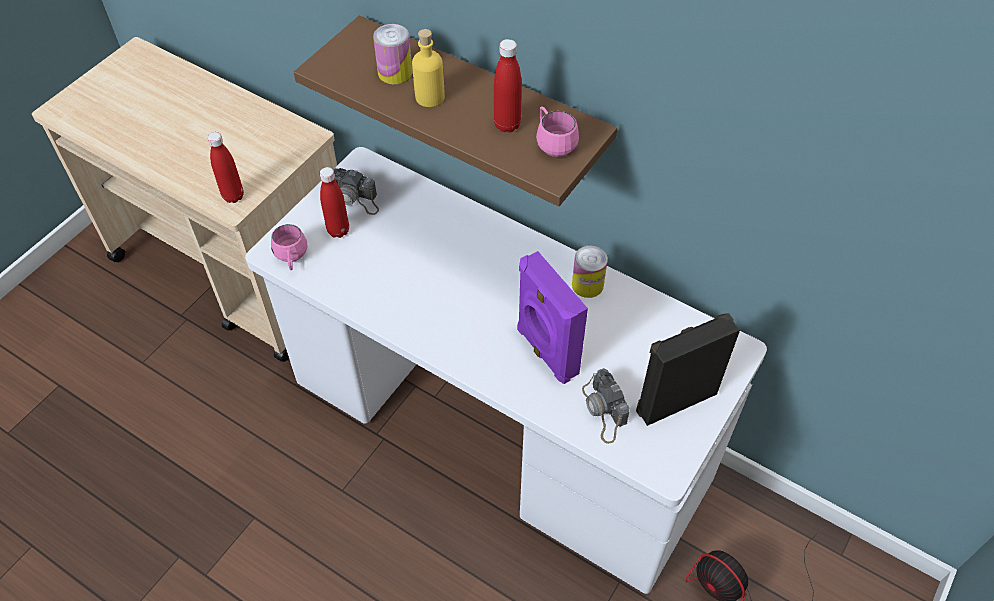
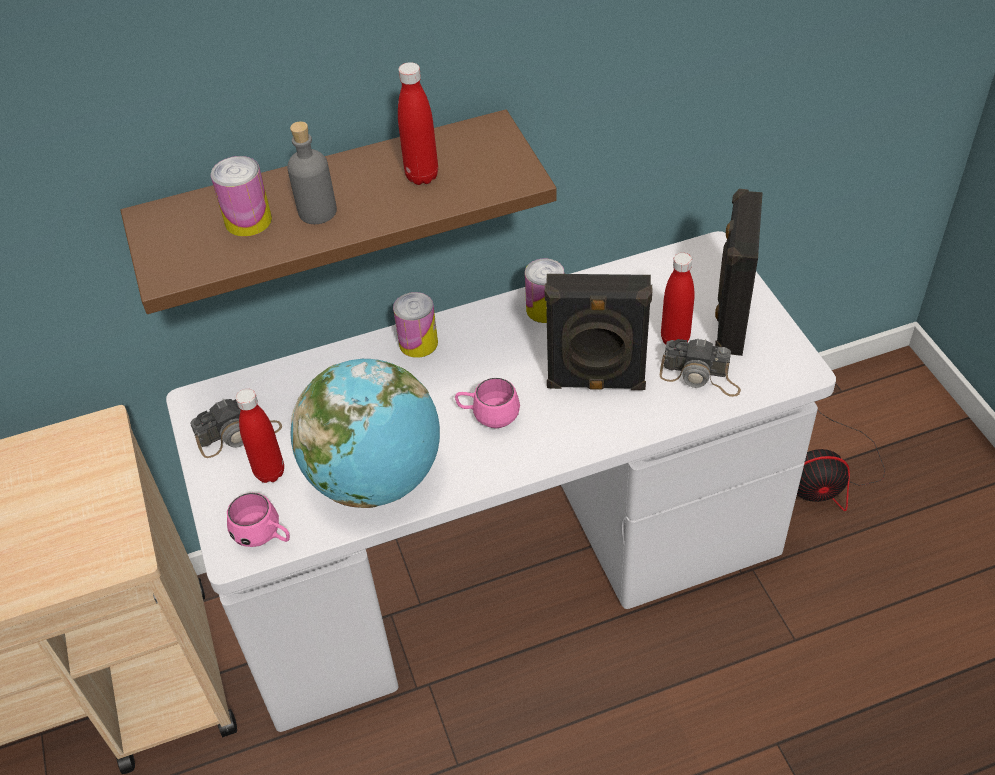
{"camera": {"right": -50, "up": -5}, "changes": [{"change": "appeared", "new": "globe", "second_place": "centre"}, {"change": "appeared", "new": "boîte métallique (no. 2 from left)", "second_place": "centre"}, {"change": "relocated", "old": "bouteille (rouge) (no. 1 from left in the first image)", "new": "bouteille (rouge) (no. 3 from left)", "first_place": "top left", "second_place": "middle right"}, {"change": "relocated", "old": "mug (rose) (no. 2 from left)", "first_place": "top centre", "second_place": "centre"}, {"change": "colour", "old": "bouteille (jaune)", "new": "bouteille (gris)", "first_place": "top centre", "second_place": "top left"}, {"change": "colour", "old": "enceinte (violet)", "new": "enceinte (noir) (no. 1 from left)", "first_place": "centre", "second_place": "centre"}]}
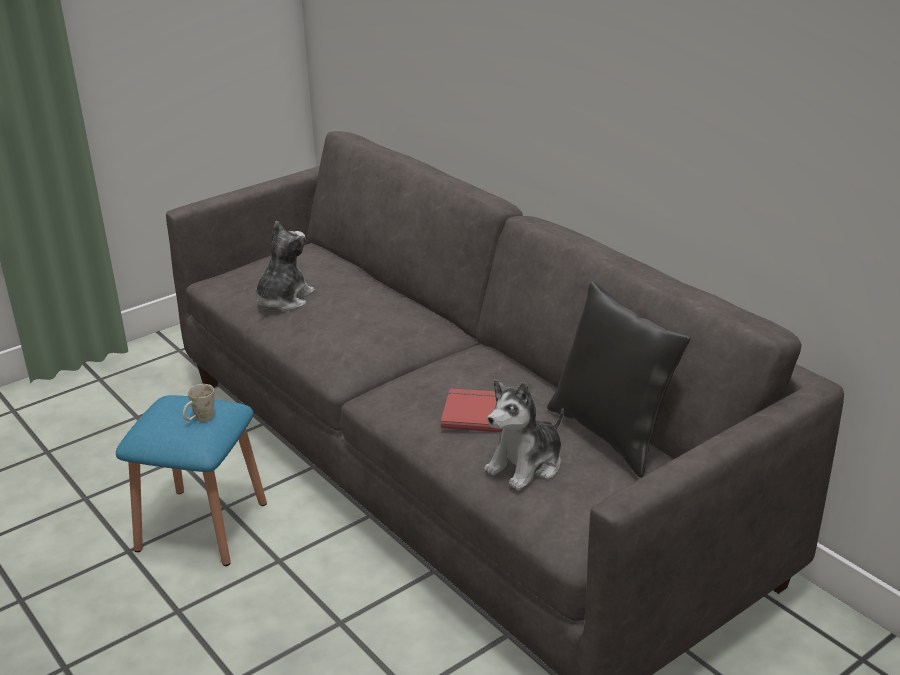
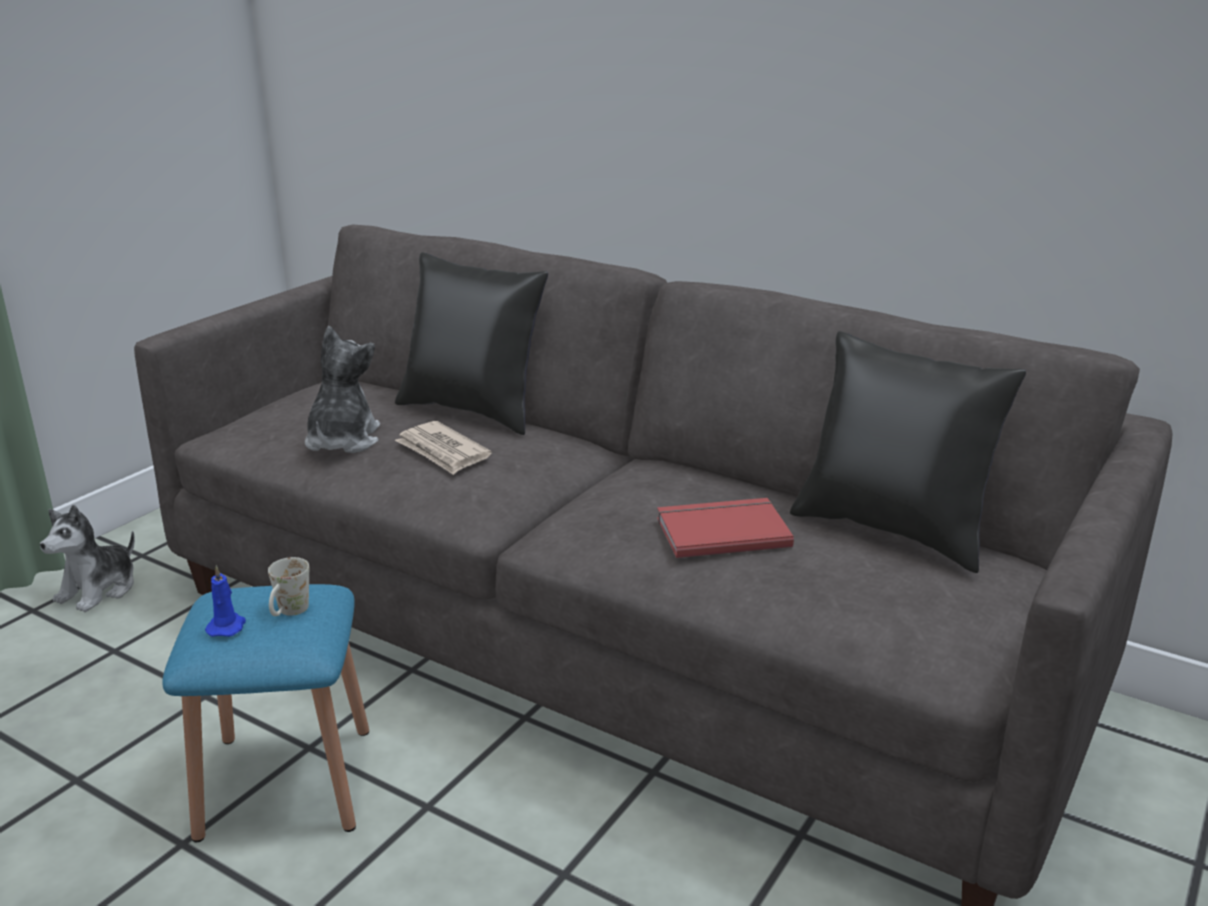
{"camera": {"right": -20, "up": -5}, "changes": [{"change": "appeared", "new": "bougie (bleu)", "second_place": "middle left"}, {"change": "appeared", "new": "coussin (noir) (no. 1 from left)", "second_place": "centre"}, {"change": "appeared", "new": "journal", "second_place": "centre"}, {"change": "relocated", "old": "peluche (no. 2 from left in the first image)", "new": "peluche (no. 1 from left)", "first_place": "centre", "second_place": "middle left"}]}
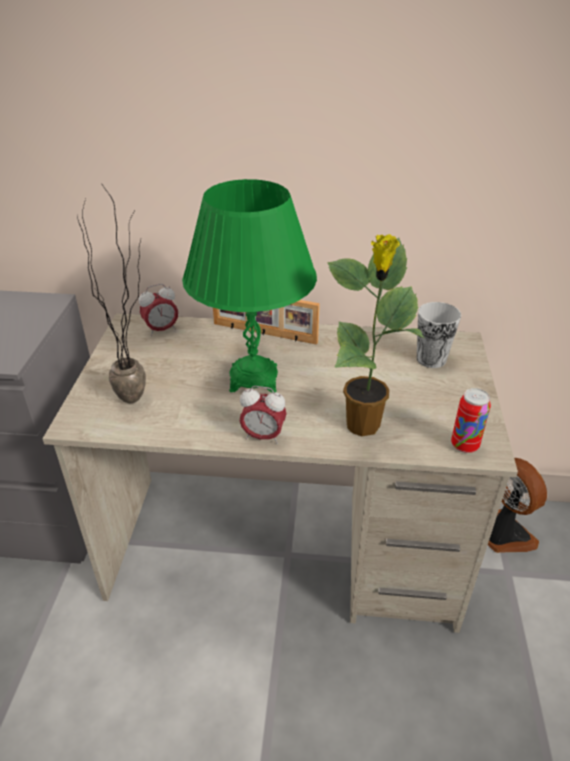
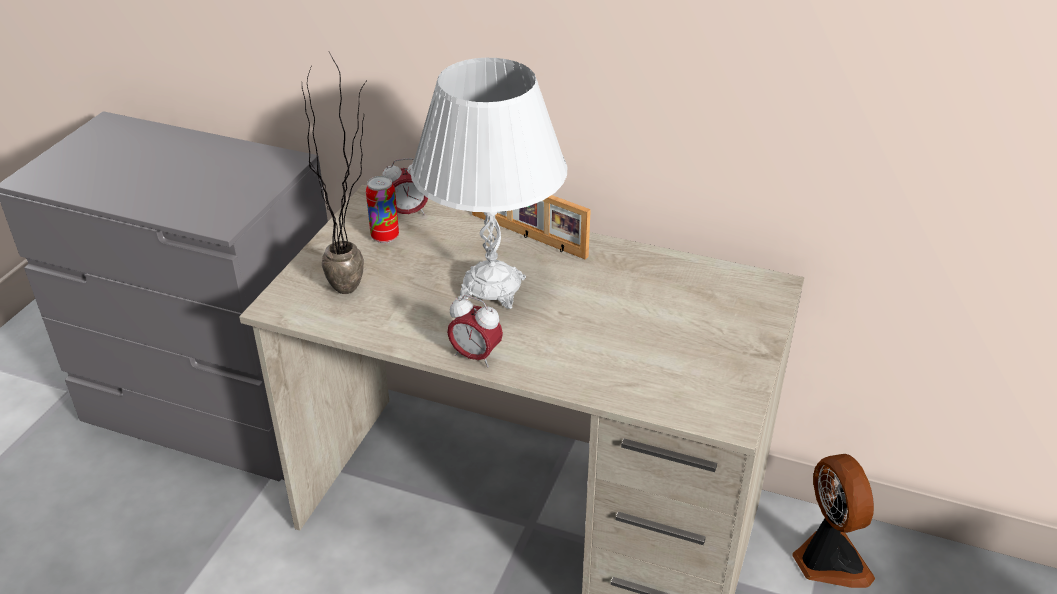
{"camera": {"right": 15, "up": 0}, "changes": [{"change": "missing", "old": "plante en pot (no. 2 from left)", "first_place": "centre"}, {"change": "missing", "old": "tasse", "first_place": "middle right"}, {"change": "relocated", "old": "boîte métallique", "first_place": "middle right", "second_place": "centre"}, {"change": "colour", "old": "lampe de table (vert)", "new": "lampe de table (blanc)", "first_place": "centre", "second_place": "top centre"}]}
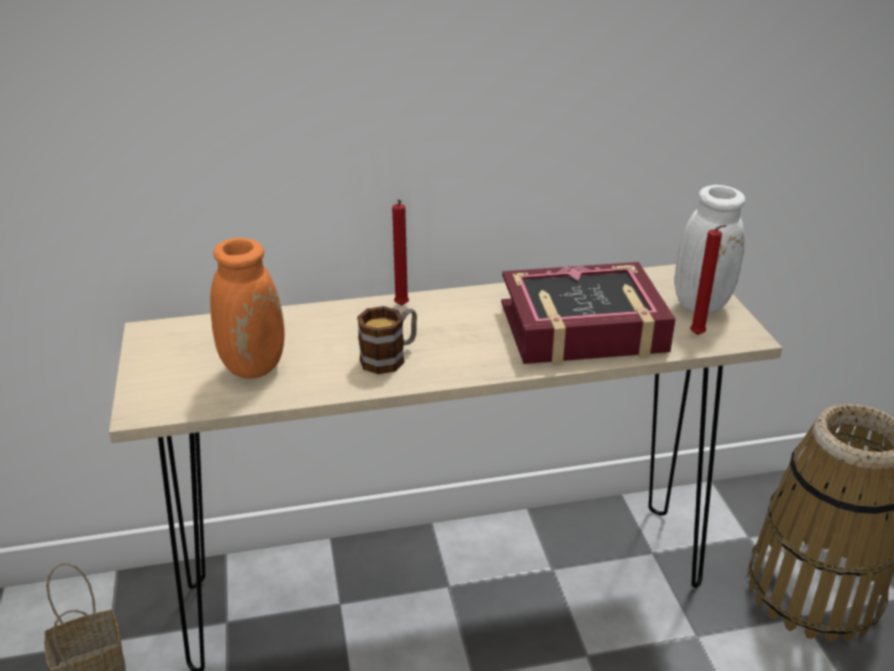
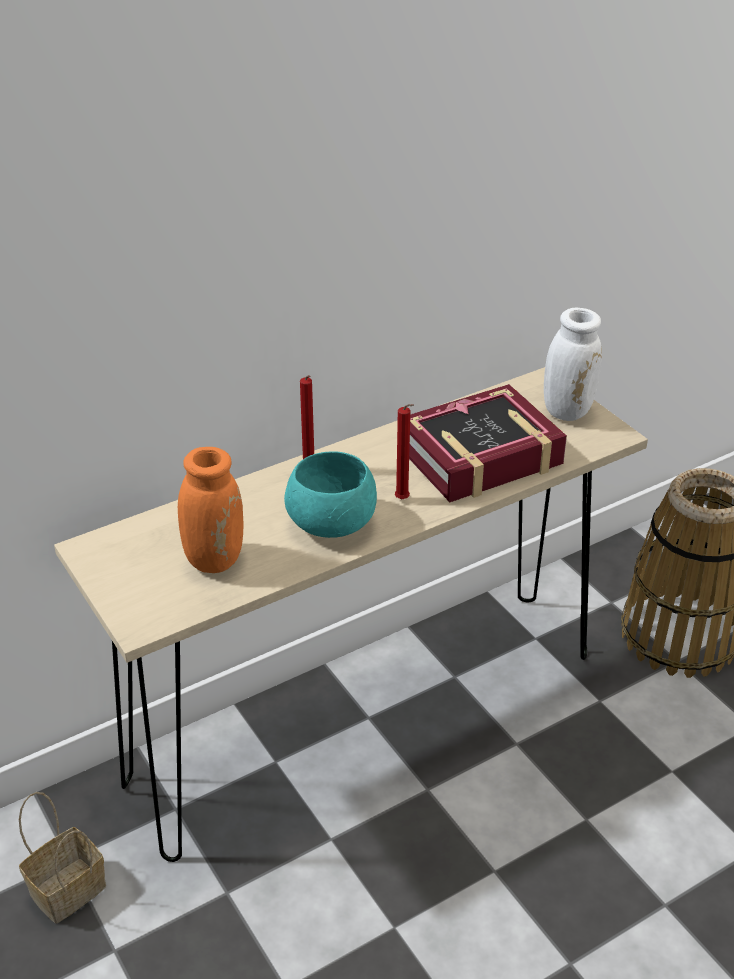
{"camera": {"right": -20, "up": 5}, "changes": [{"change": "relocated", "old": "bougie (rouge) (no. 2 from left)", "first_place": "middle right", "second_place": "centre"}, {"change": "exchanged", "old": "mug", "new": "bol (turquoise)", "first_place": "centre", "second_place": "centre"}]}
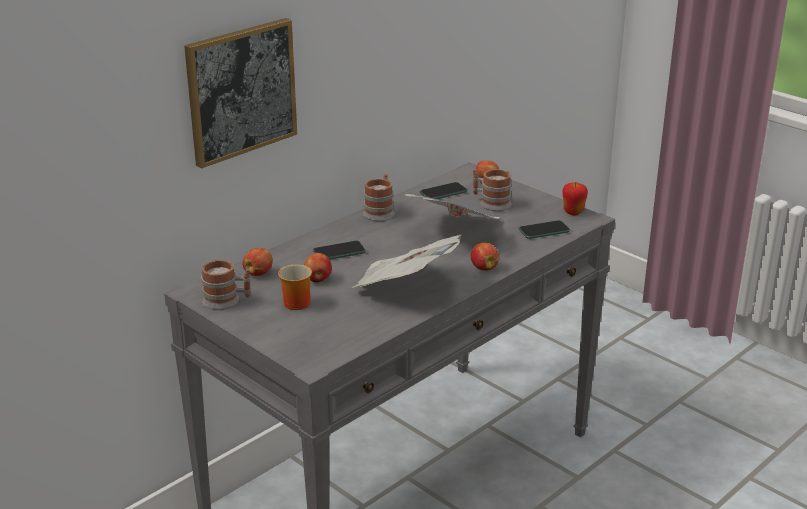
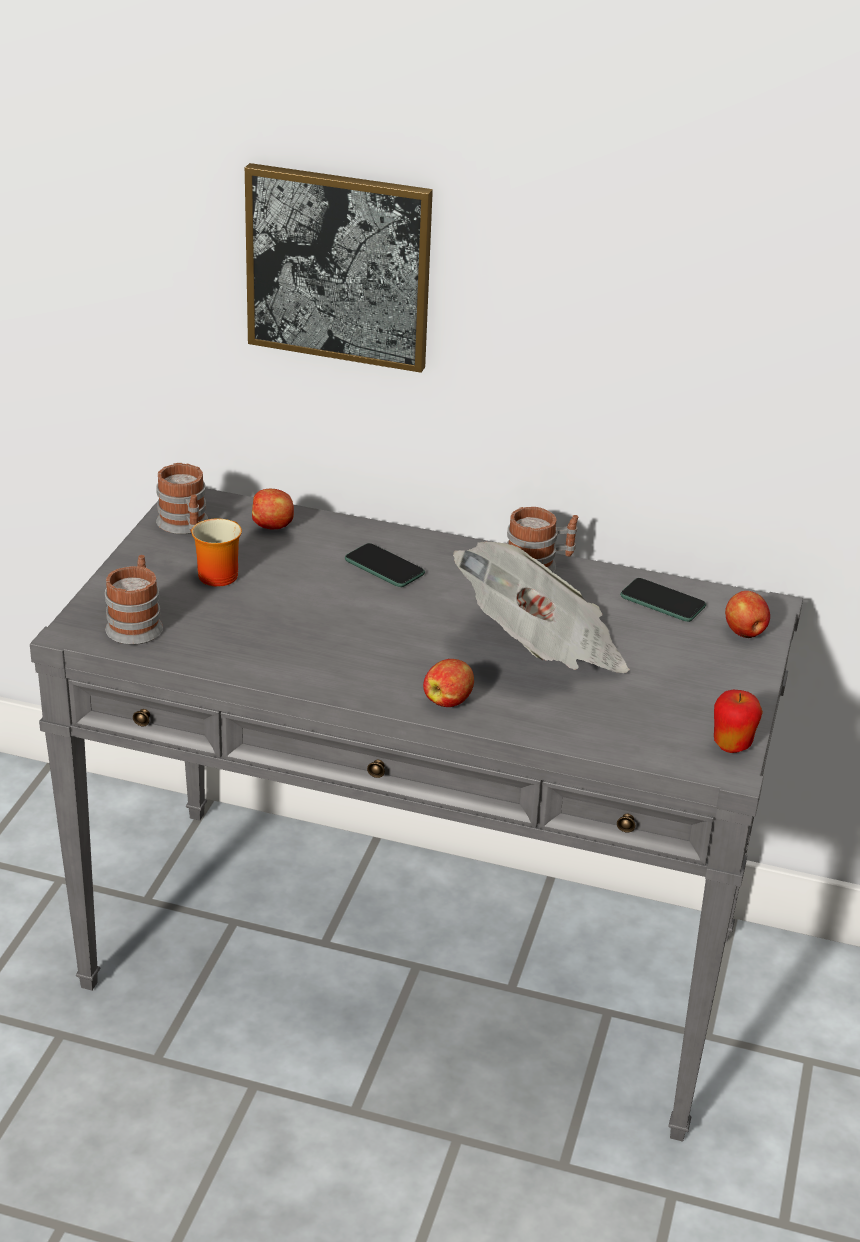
{"camera": {"right": 60, "up": 5}, "changes": [{"change": "missing", "old": "pomme (no. 2 from left)", "first_place": "centre"}, {"change": "missing", "old": "journal (no. 1 from left)", "first_place": "centre"}, {"change": "missing", "old": "téléphone (no. 3 from left)", "first_place": "middle right"}, {"change": "relocated", "old": "mug (no. 4 from left in the first image)", "new": "mug (no. 1 from left)", "first_place": "centre", "second_place": "middle left"}]}
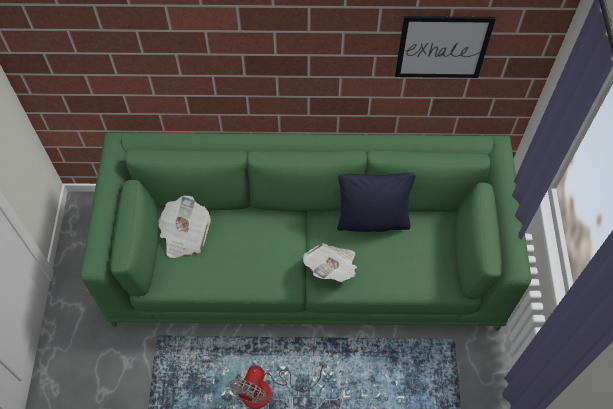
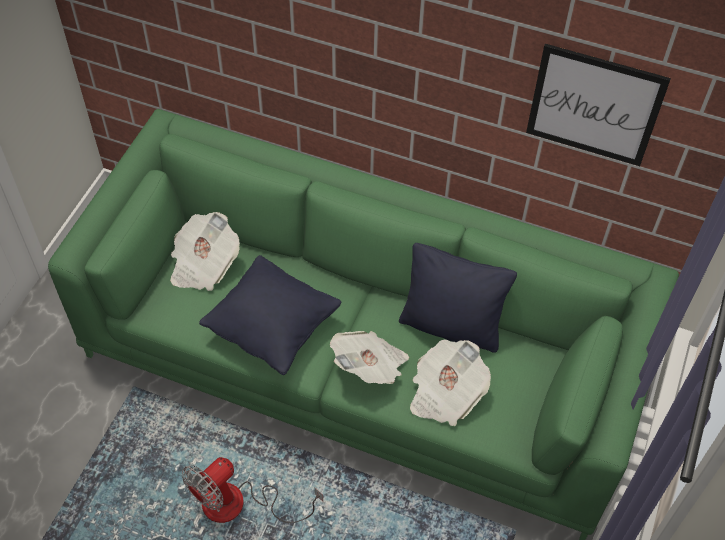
{"camera": {"right": 20, "up": -5}, "changes": [{"change": "appeared", "new": "coussin (noir) (no. 1 from left)", "second_place": "centre"}, {"change": "appeared", "new": "journal (no. 3 from left)", "second_place": "bottom centre"}]}
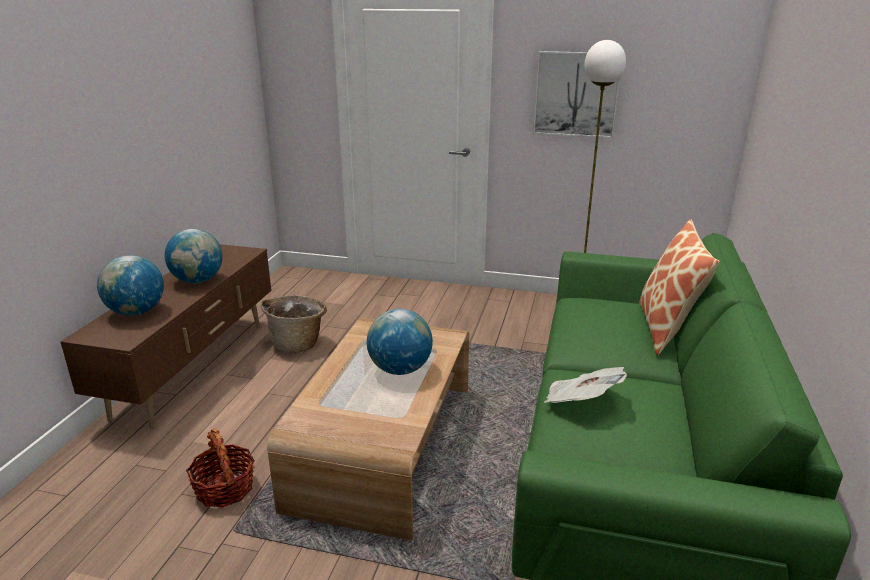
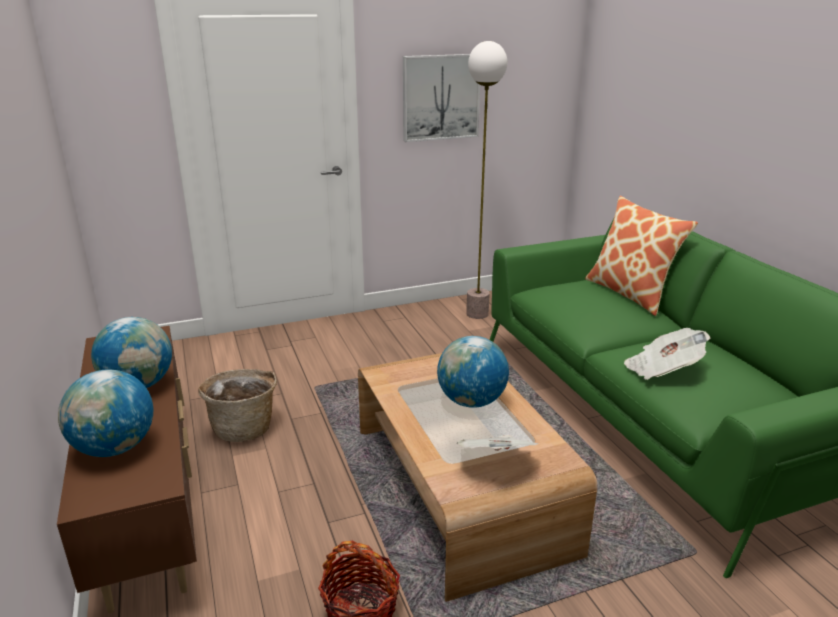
{"camera": {"right": -35, "up": 0}, "changes": [{"change": "appeared", "new": "journal (no. 1 from left)", "second_place": "bottom centre"}]}
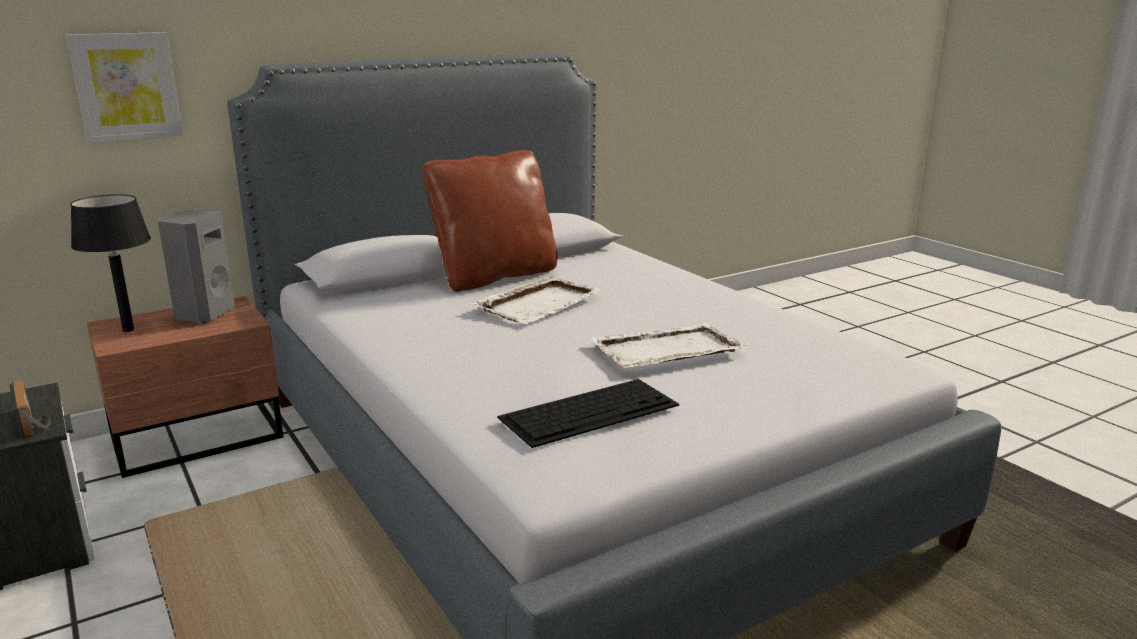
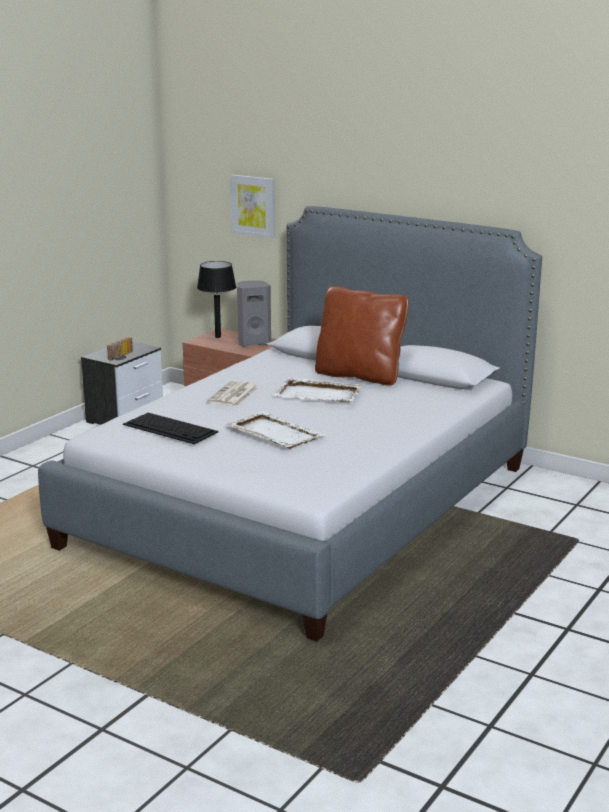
{"camera": {"right": 65, "up": 0}, "changes": [{"change": "appeared", "new": "journal", "second_place": "centre"}]}
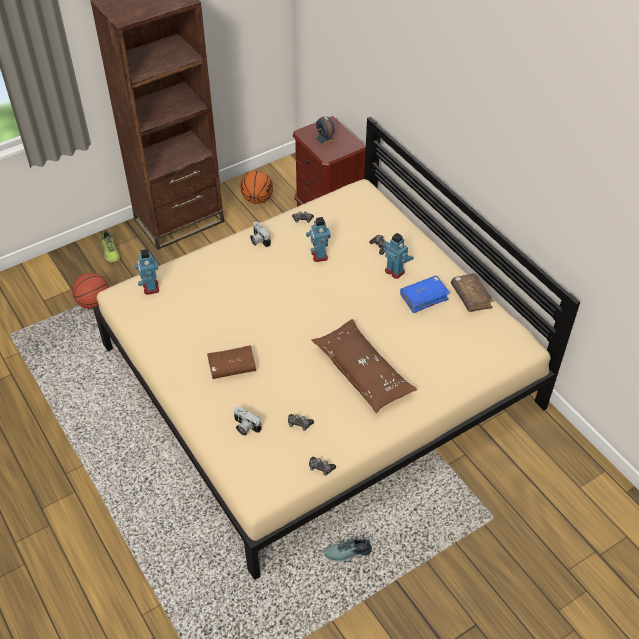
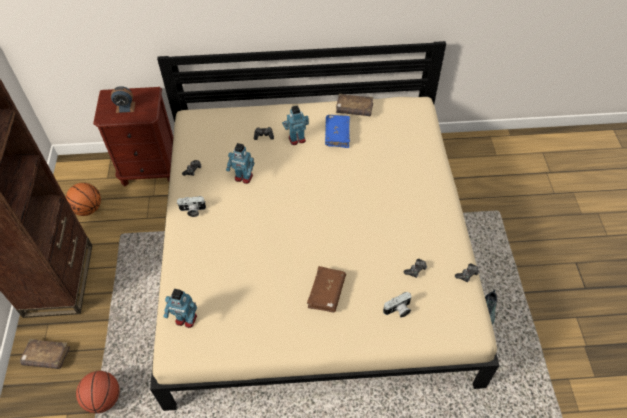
{"camera": {"right": -60, "up": 5}, "changes": [{"change": "missing", "old": "coussin (marron)", "first_place": "centre"}, {"change": "exchanged", "old": "chaussure (no. 1 from left)", "new": "livre (marron) (no. 1 from left)", "first_place": "middle left", "second_place": "bottom left"}]}
